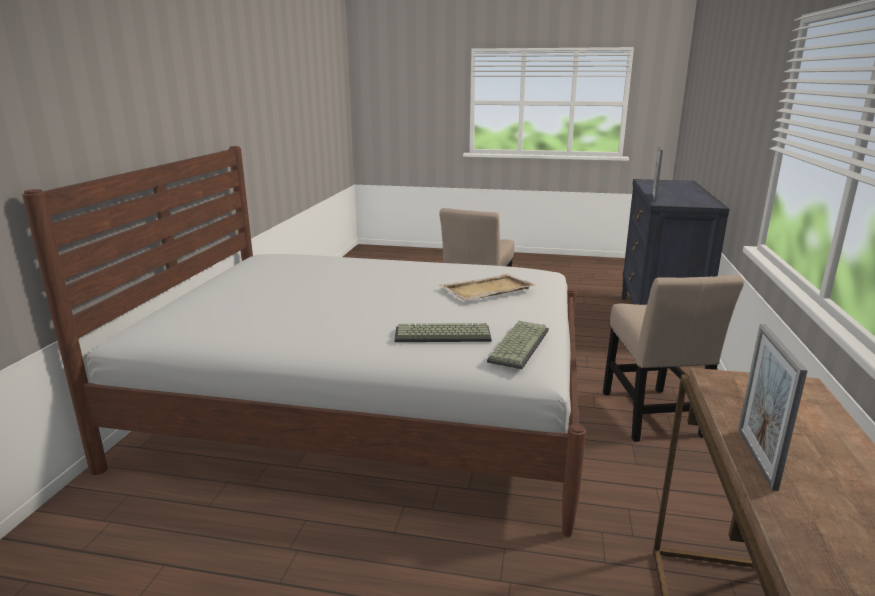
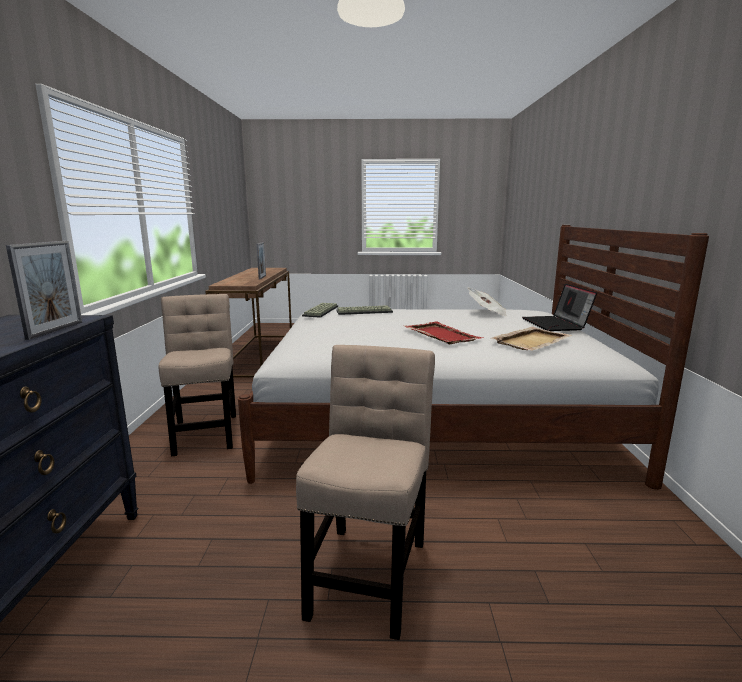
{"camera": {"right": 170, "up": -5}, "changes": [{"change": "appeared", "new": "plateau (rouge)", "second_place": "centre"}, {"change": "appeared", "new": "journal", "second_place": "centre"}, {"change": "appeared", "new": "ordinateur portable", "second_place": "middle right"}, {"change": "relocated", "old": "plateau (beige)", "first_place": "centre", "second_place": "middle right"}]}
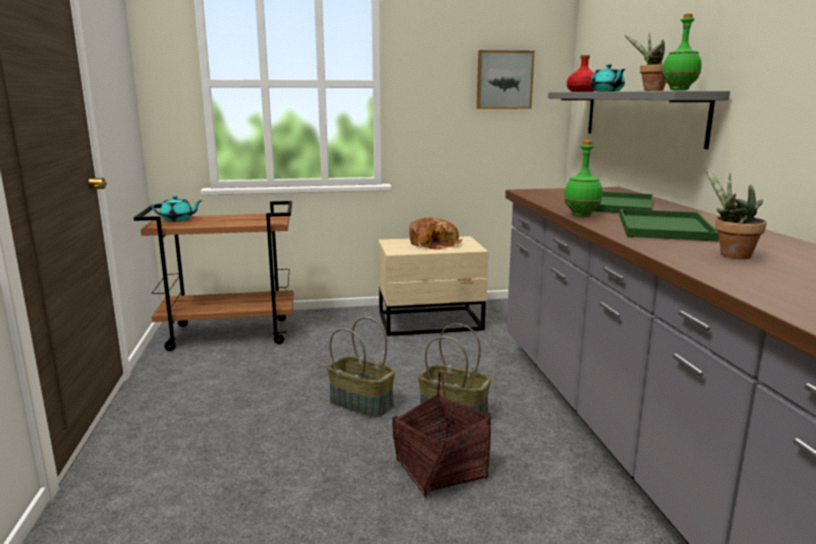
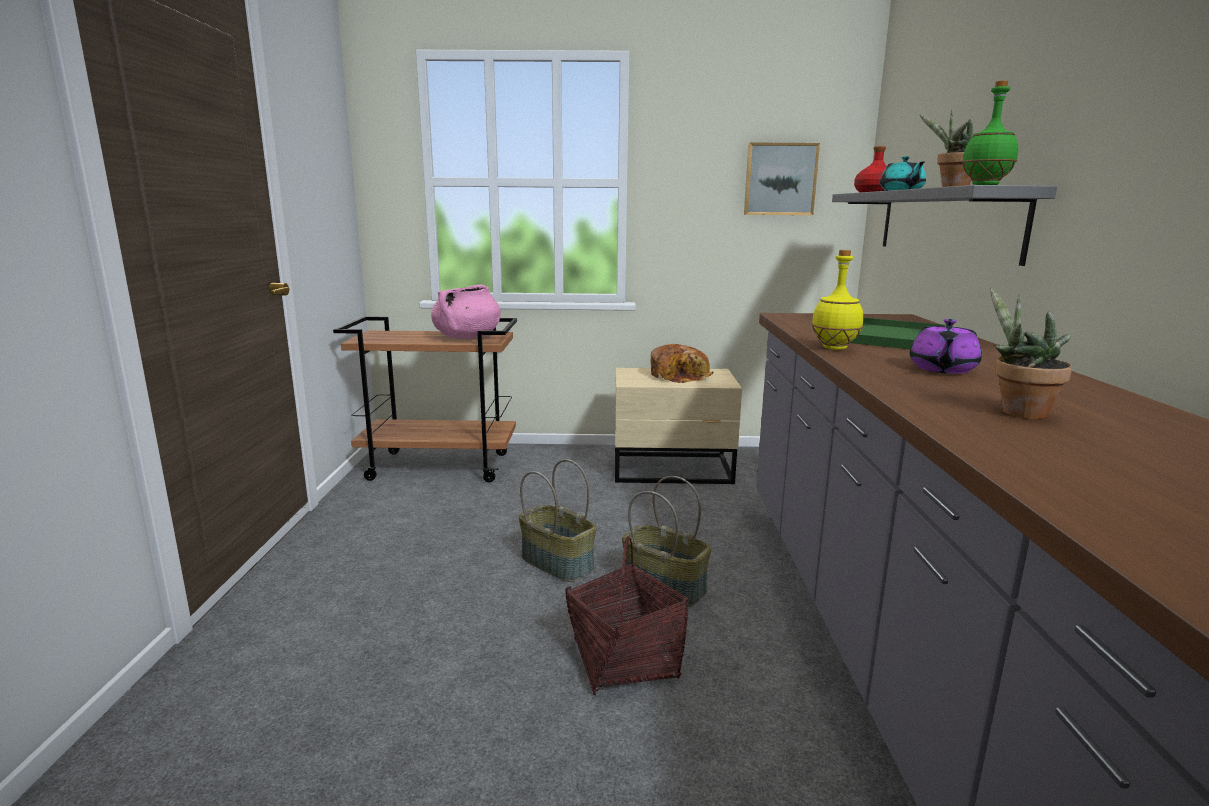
{"camera": {"right": 10, "up": 0}, "changes": [{"change": "missing", "old": "théière (turquoise) (no. 1 from left)", "first_place": "middle left"}, {"change": "appeared", "new": "marmite (rose)", "second_place": "centre"}, {"change": "exchanged", "old": "plateau (vert) (no. 2 from left)", "new": "théière (violet)", "first_place": "middle right", "second_place": "middle right"}, {"change": "colour", "old": "bouteille (vert) (no. 1 from left)", "new": "bouteille (jaune)", "first_place": "top right", "second_place": "middle right"}]}
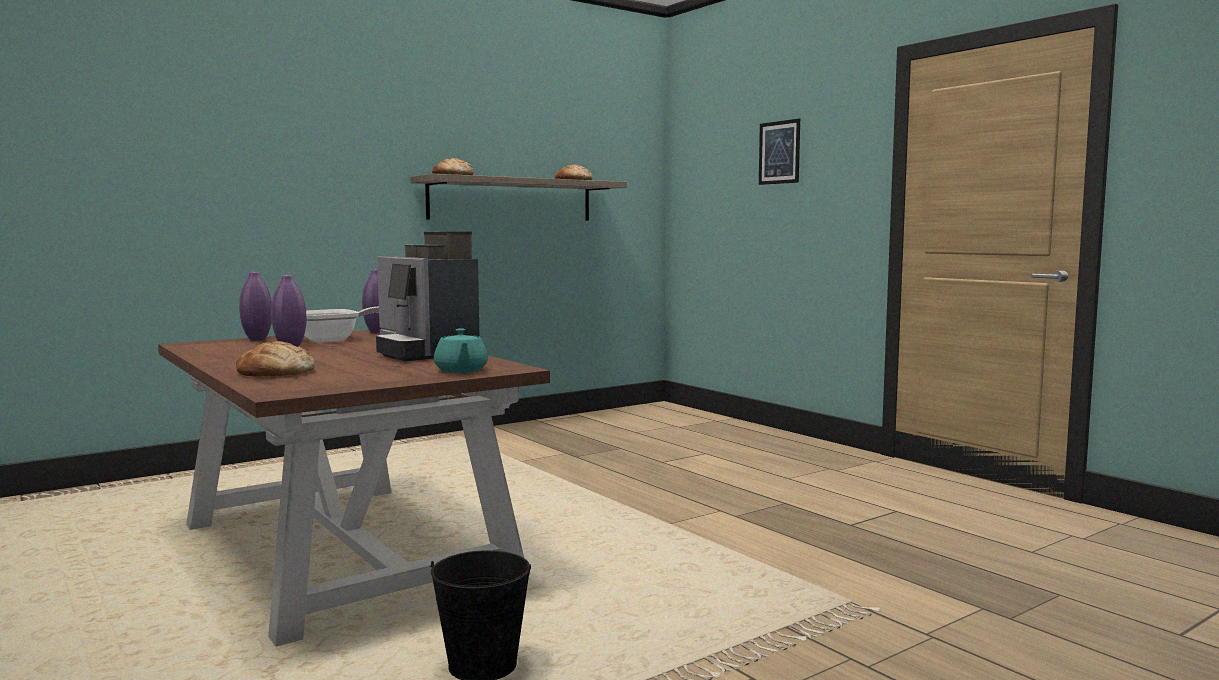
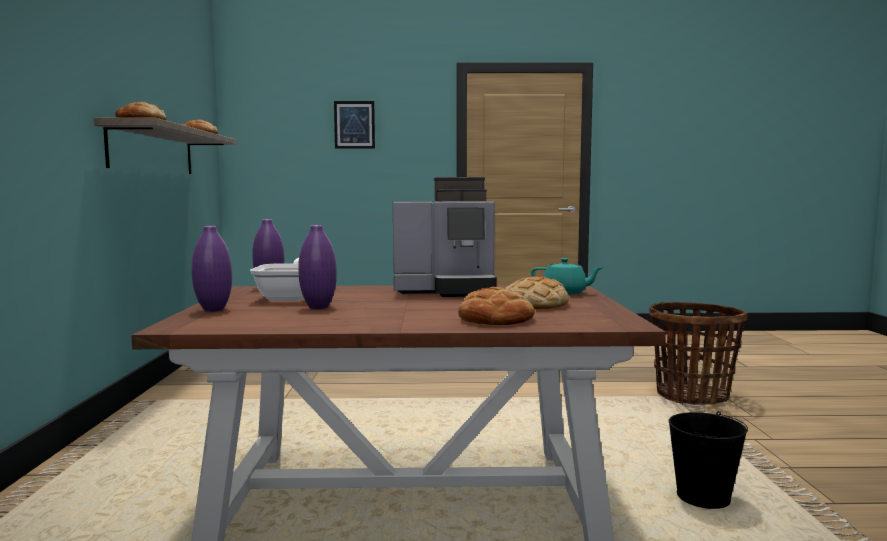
{"camera": {"right": -55, "up": 0}, "changes": [{"change": "appeared", "new": "pain (no. 4 from left)", "second_place": "centre"}, {"change": "appeared", "new": "panier", "second_place": "middle right"}]}
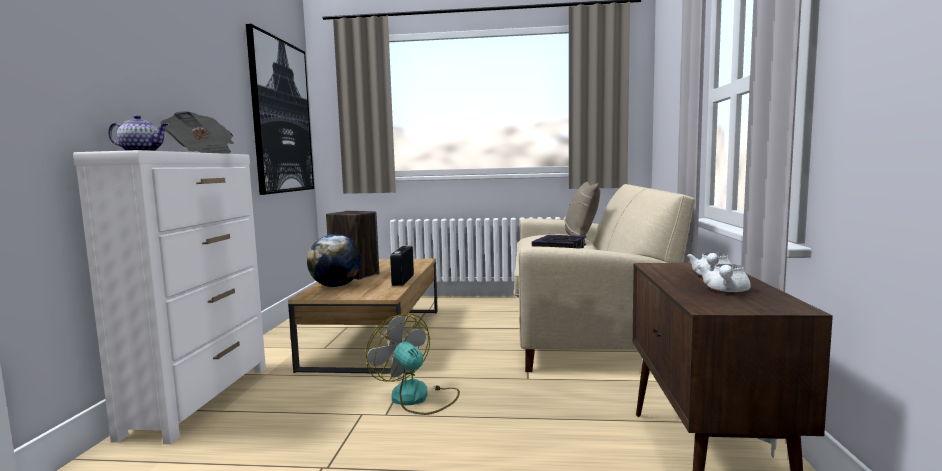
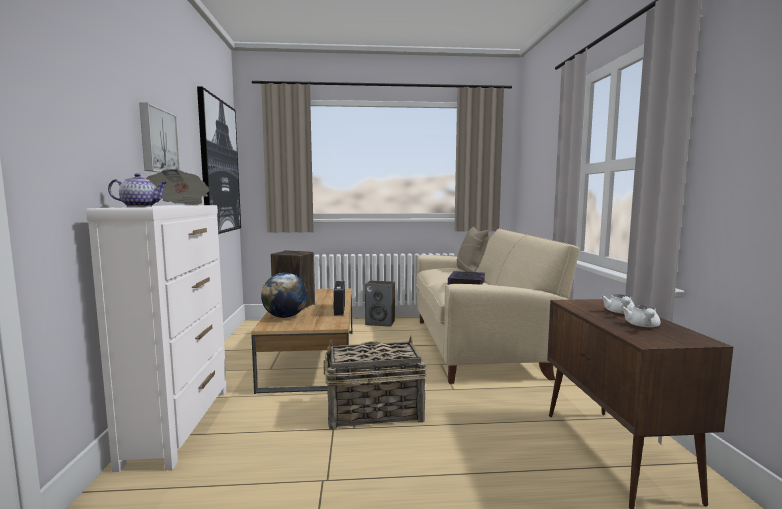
{"camera": {"right": -10, "up": 0}, "changes": [{"change": "appeared", "new": "tableau (no. 1 from left)", "second_place": "top left"}, {"change": "appeared", "new": "enceinte (no. 2 from left)", "second_place": "centre"}, {"change": "exchanged", "old": "ventilateur", "new": "panier", "first_place": "bottom centre", "second_place": "bottom centre"}]}
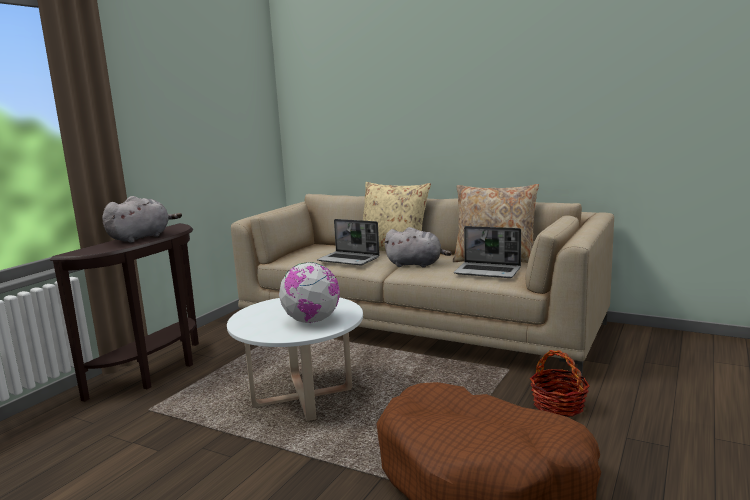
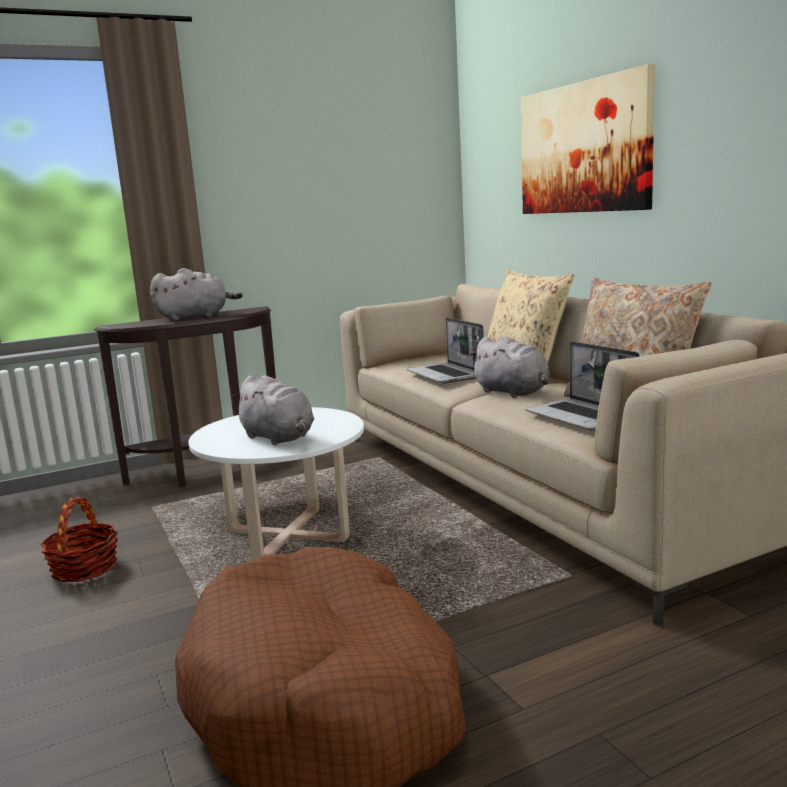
{"camera": {"right": 35, "up": 0}, "changes": [{"change": "appeared", "new": "tableau", "second_place": "top right"}, {"change": "relocated", "old": "panier", "first_place": "bottom right", "second_place": "bottom left"}, {"change": "exchanged", "old": "globe", "new": "peluche (gris) (no. 2 from left)", "first_place": "centre", "second_place": "centre"}]}
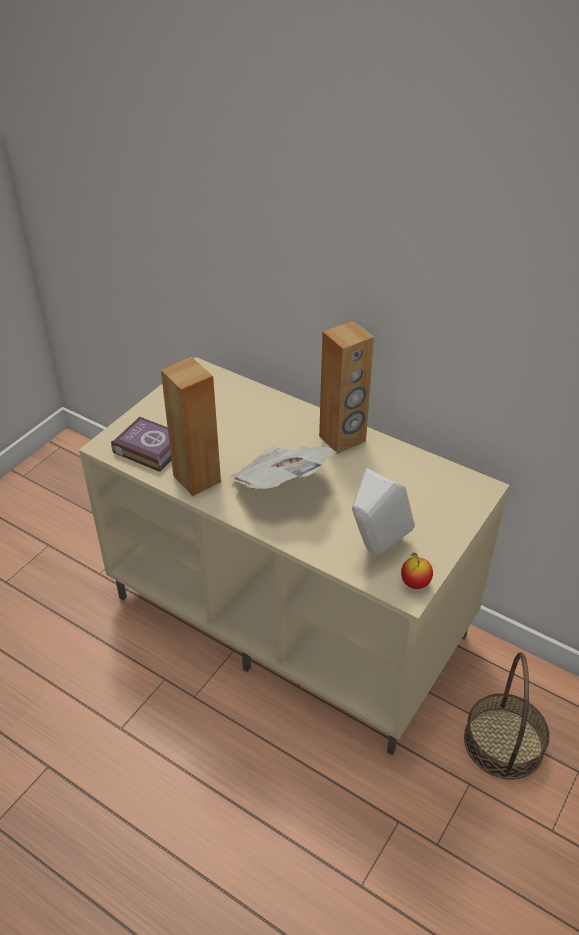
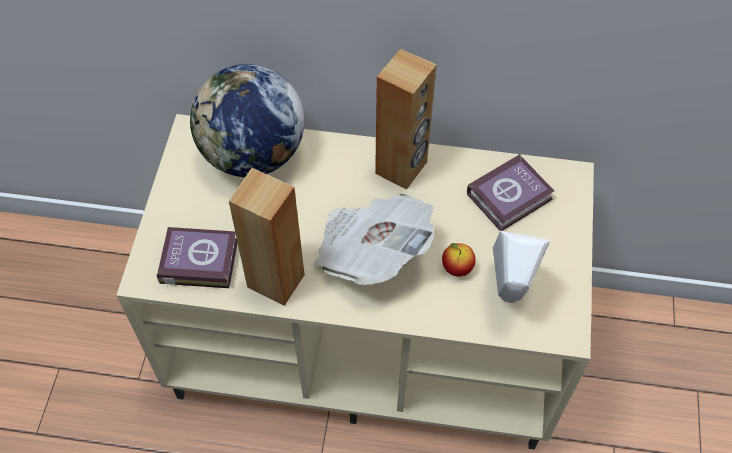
{"camera": {"right": -25, "up": 15}, "changes": [{"change": "missing", "old": "panier", "first_place": "bottom right"}, {"change": "appeared", "new": "globe", "second_place": "top centre"}, {"change": "appeared", "new": "livre (no. 2 from left)", "second_place": "middle right"}, {"change": "relocated", "old": "pomme", "first_place": "middle right", "second_place": "centre"}]}
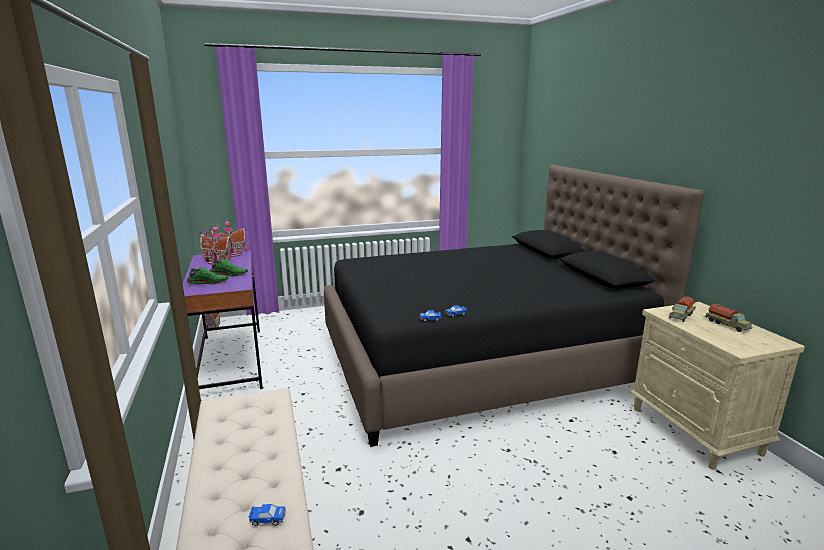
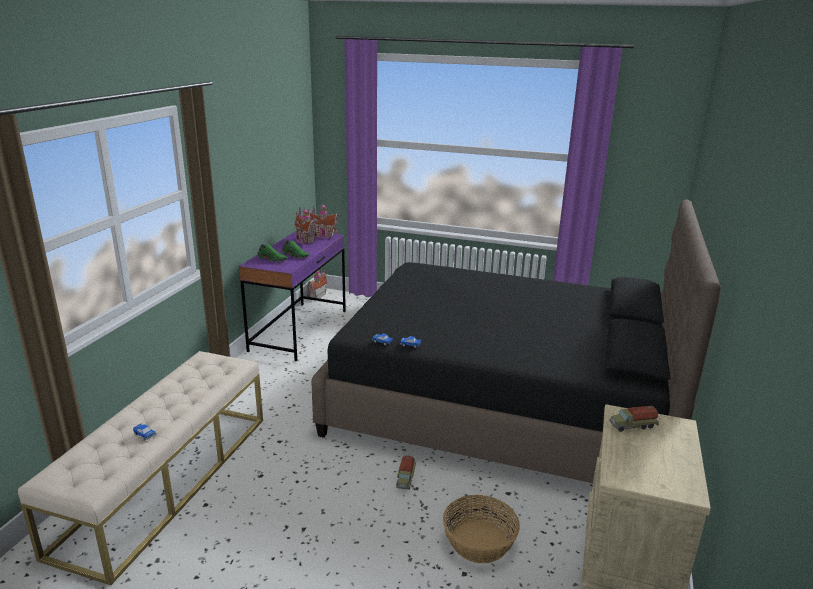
{"camera": {"right": 35, "up": 5}, "changes": [{"change": "appeared", "new": "panier", "second_place": "bottom centre"}, {"change": "relocated", "old": "camion jouet (no. 2 from left in the first image)", "new": "camion jouet (no. 1 from left)", "first_place": "middle right", "second_place": "bottom centre"}]}
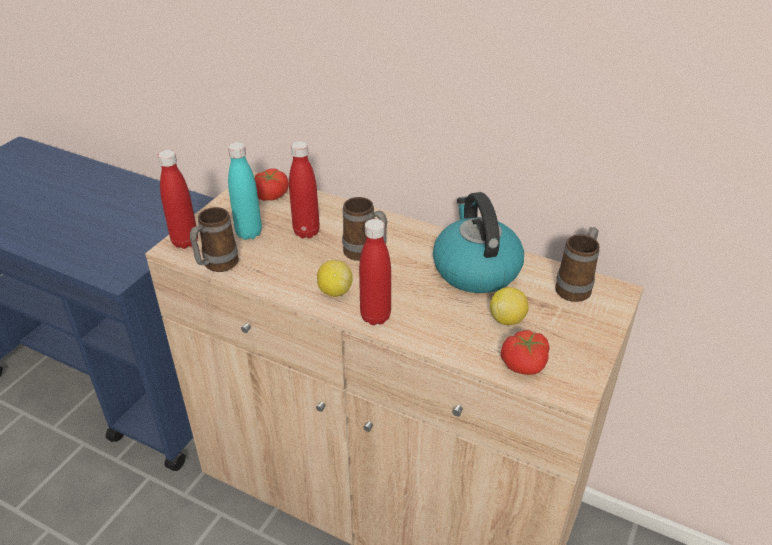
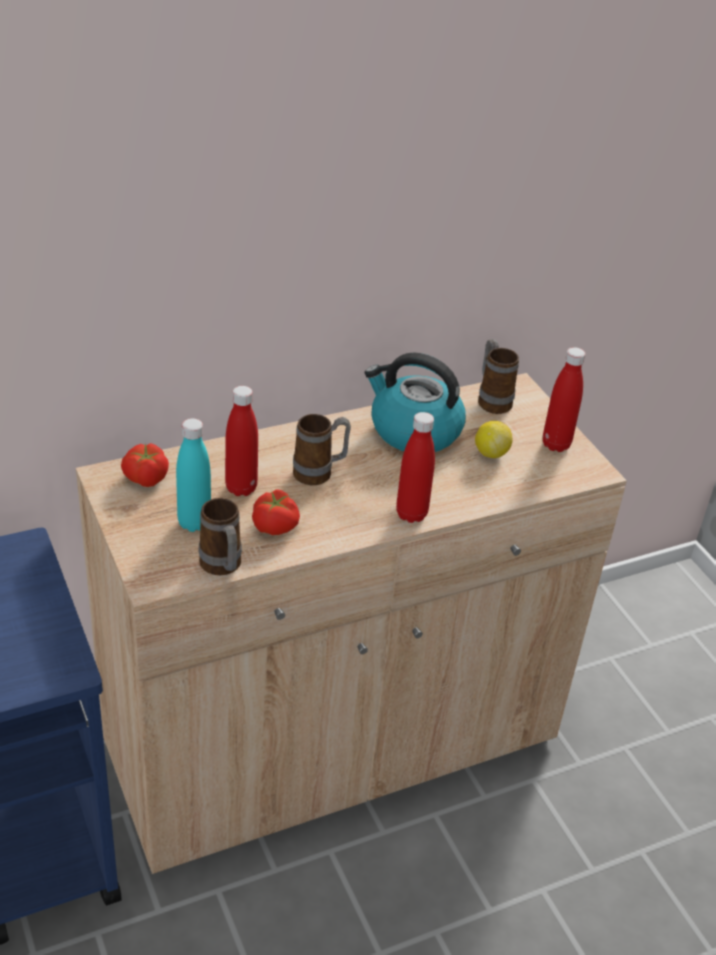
{"camera": {"right": -55, "up": 0}, "changes": [{"change": "missing", "old": "citron (no. 1 from left)", "first_place": "centre"}, {"change": "relocated", "old": "bouteille (rouge) (no. 1 from left in the first image)", "new": "bouteille (rouge) (no. 3 from left)", "first_place": "middle left", "second_place": "middle right"}, {"change": "relocated", "old": "tomate (no. 2 from left)", "first_place": "middle right", "second_place": "centre"}]}
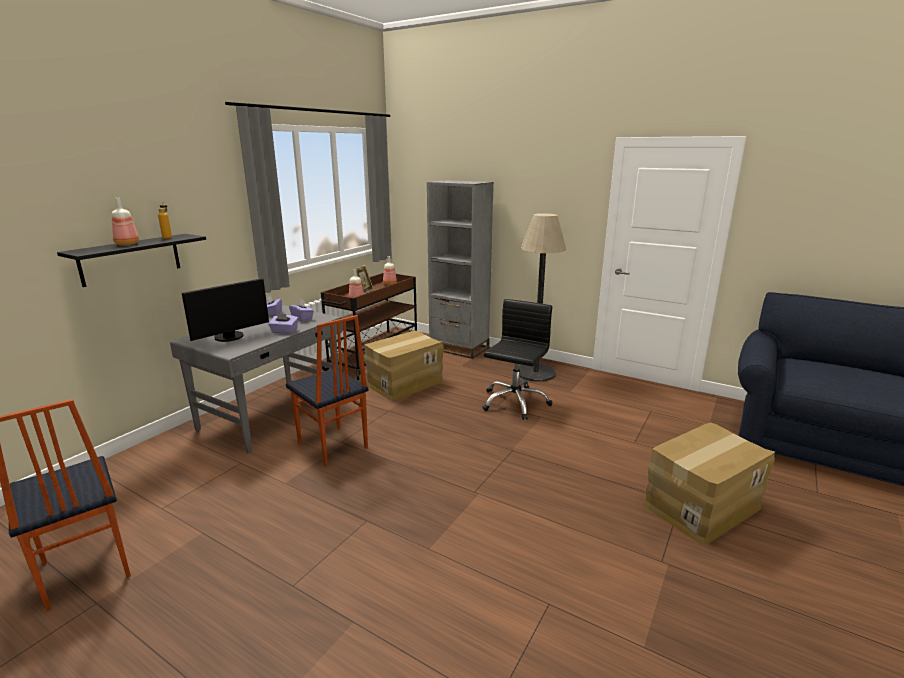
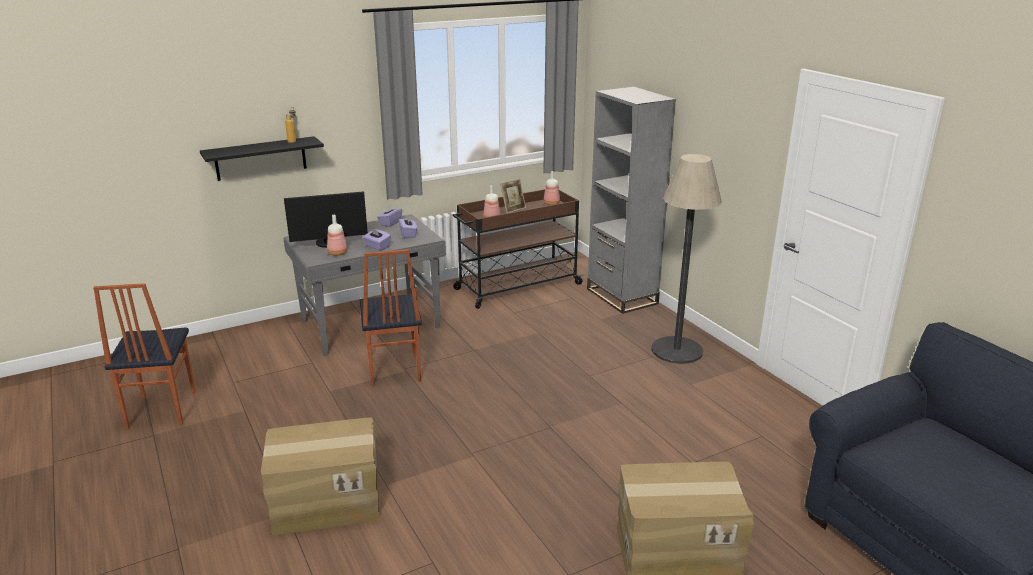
{"camera": {"right": 30, "up": 5}, "changes": [{"change": "missing", "old": "chaise de bureau (noir)", "first_place": "centre"}, {"change": "relocated", "old": "bouteille (no. 1 from left in the first image)", "new": "bouteille (no. 2 from left)", "first_place": "top left", "second_place": "middle left"}, {"change": "relocated", "old": "carton (no. 1 from left)", "first_place": "centre", "second_place": "bottom left"}]}
